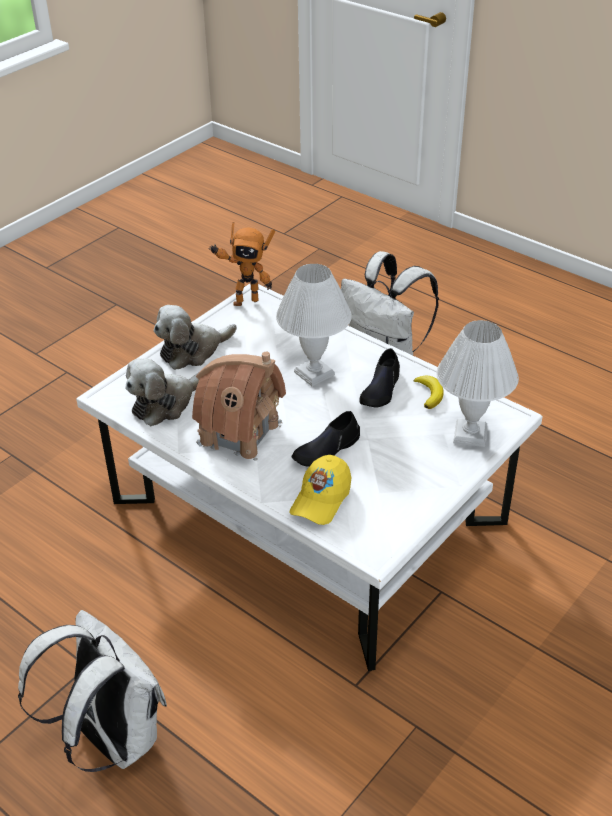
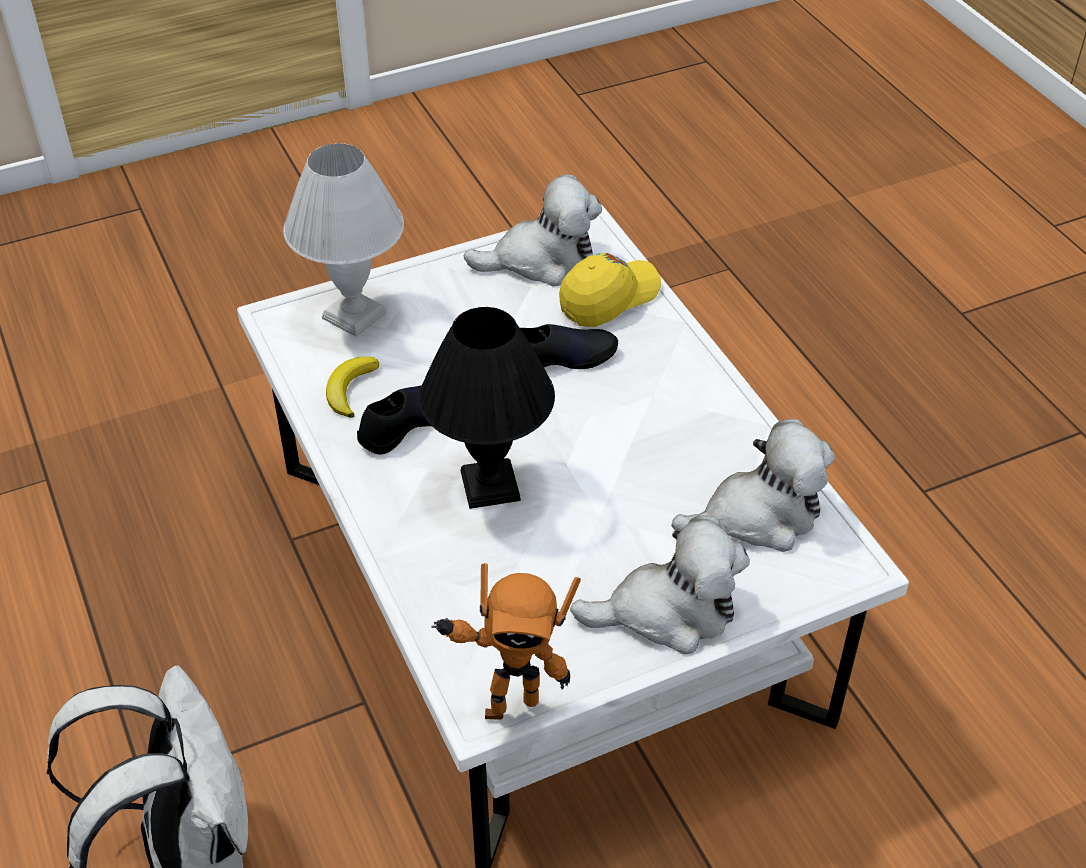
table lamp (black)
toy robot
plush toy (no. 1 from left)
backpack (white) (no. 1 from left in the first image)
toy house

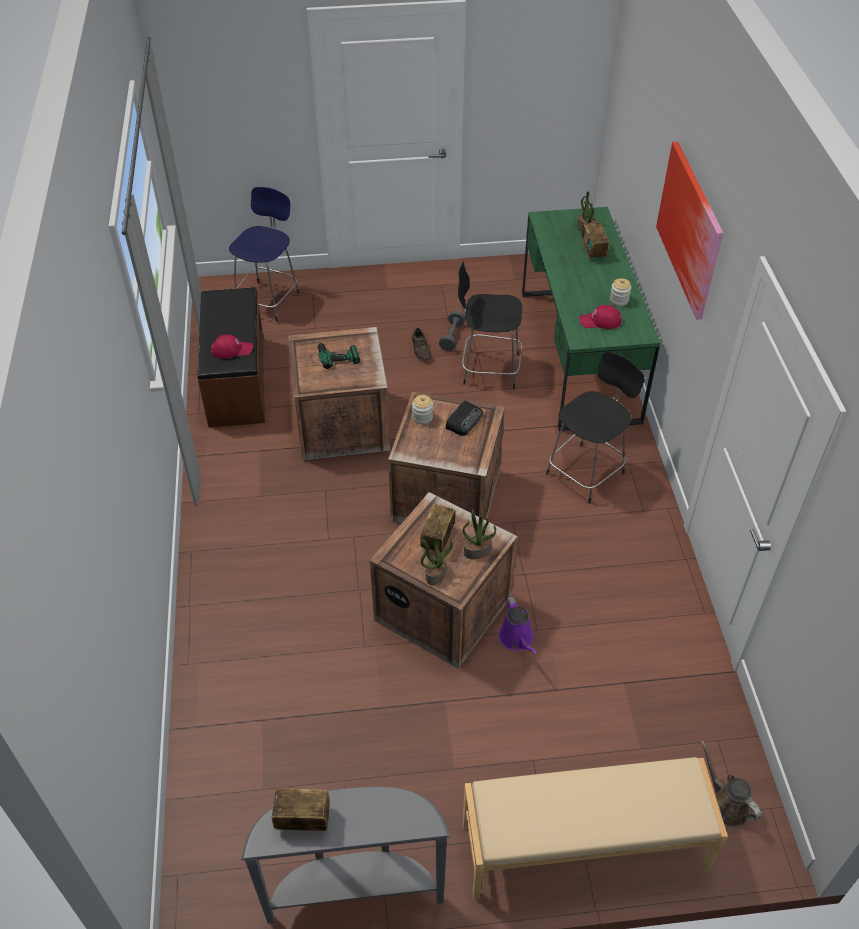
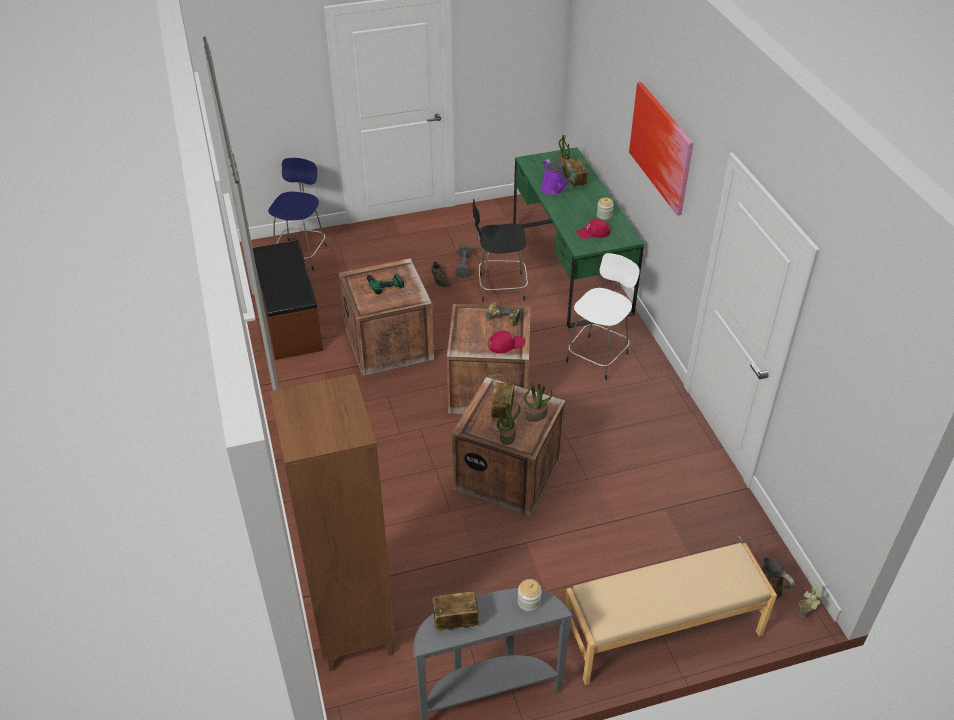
bookcase (brown)
power drill (no. 2 from left)
cap (red) (no. 1 from left)
jar (no. 1 from left)
watering can (purple)
stool (white)
potted plant (no. 4 from left)

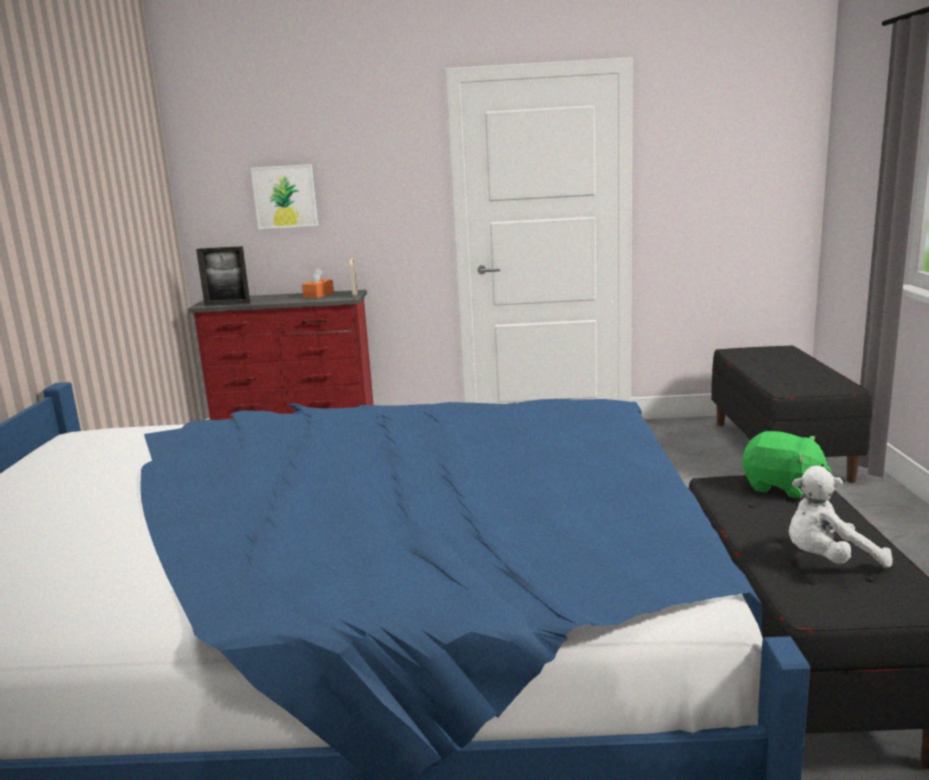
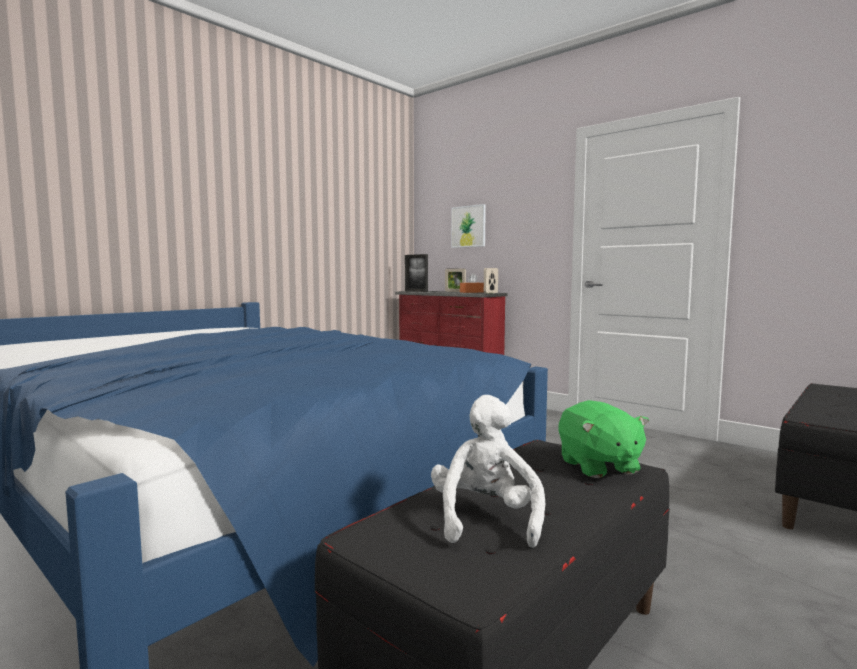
plush toy (white)
picture frame (no. 2 from left)

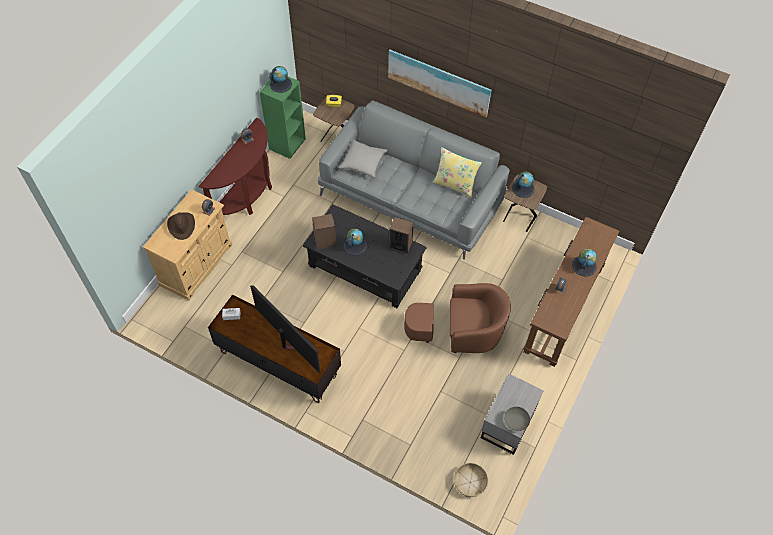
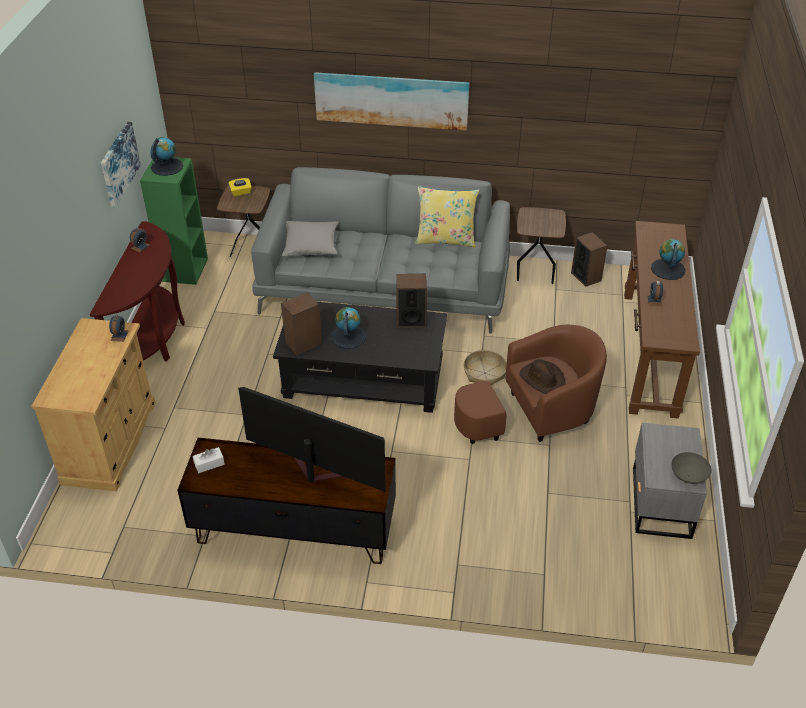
picture (no. 1 from left)
basket
hat (brown)
speaker (no. 3 from left)
globe (no. 3 from left in the first image)

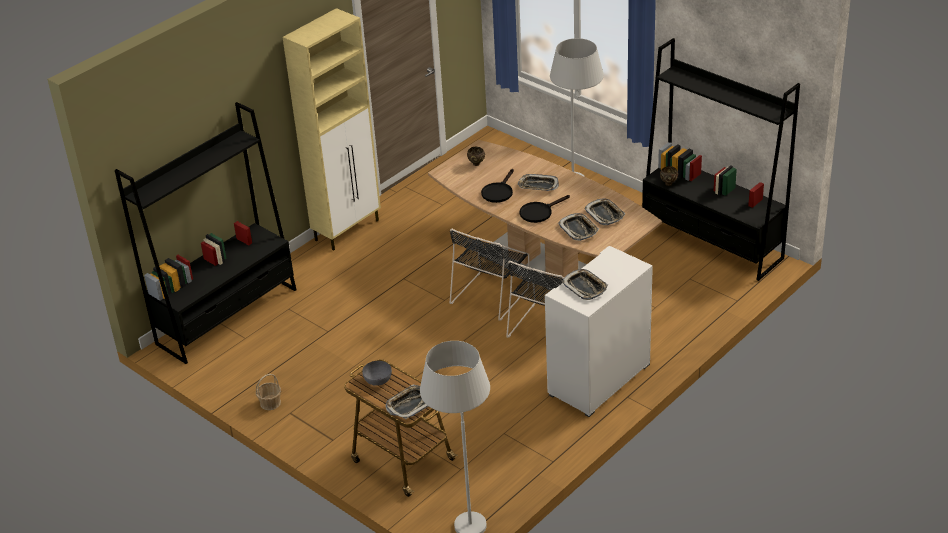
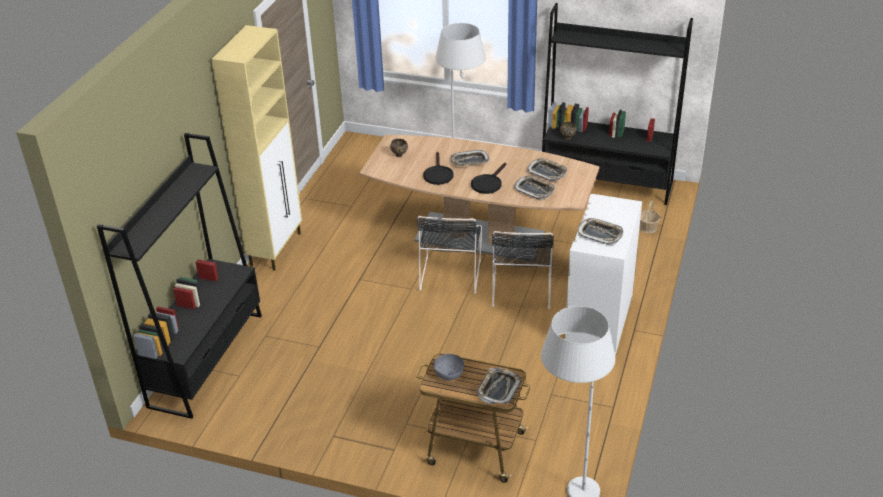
basket

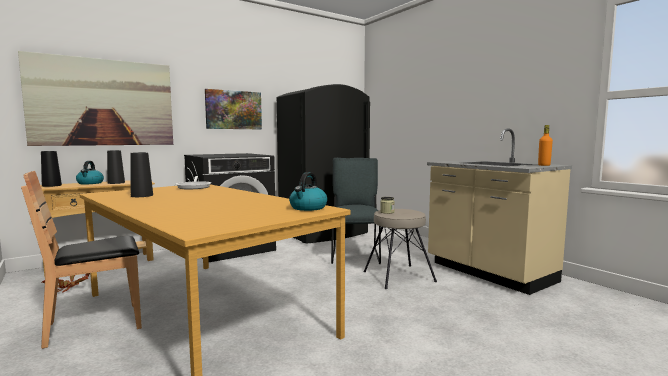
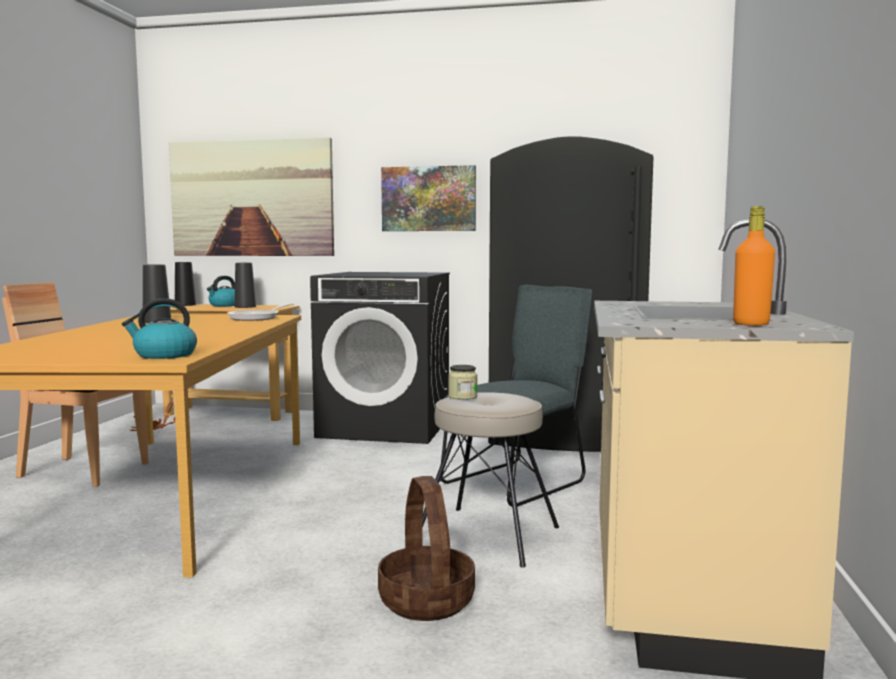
basket

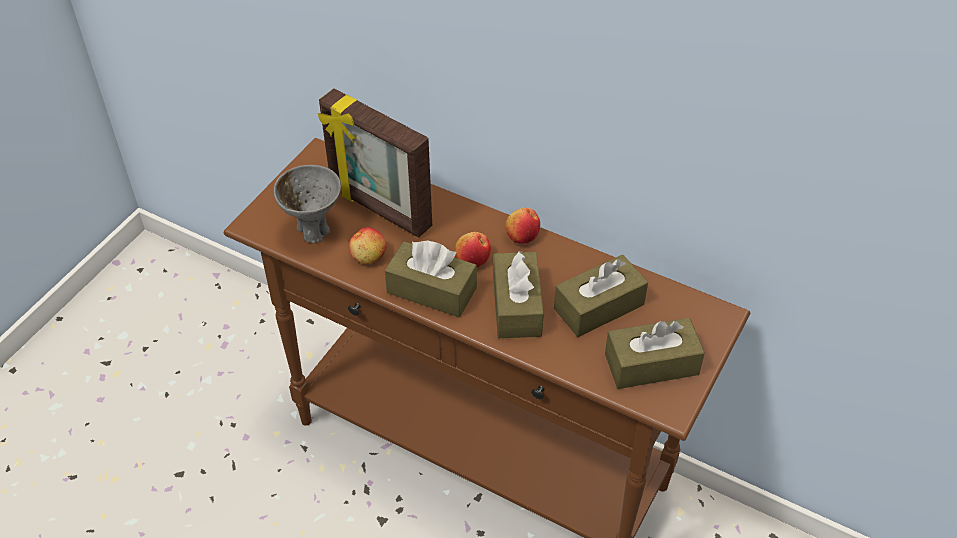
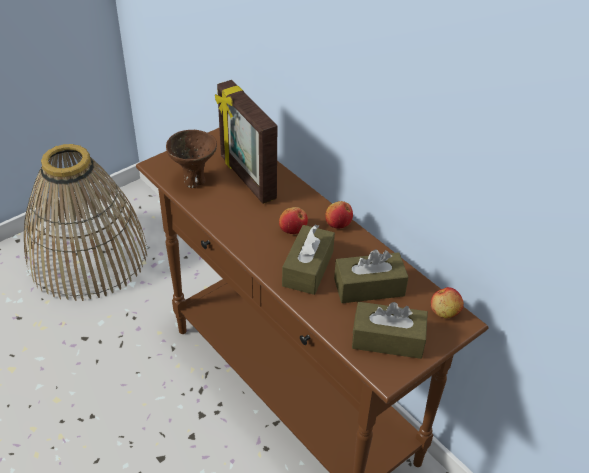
basket
bowl (brown)
apple (no. 3 from left)
tissue box (brown) (no. 1 from left in the first image)

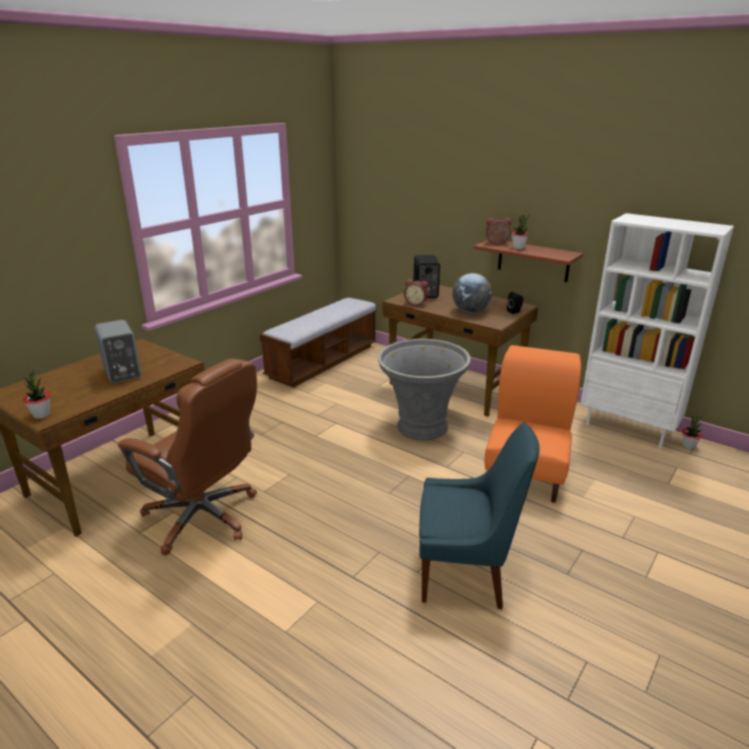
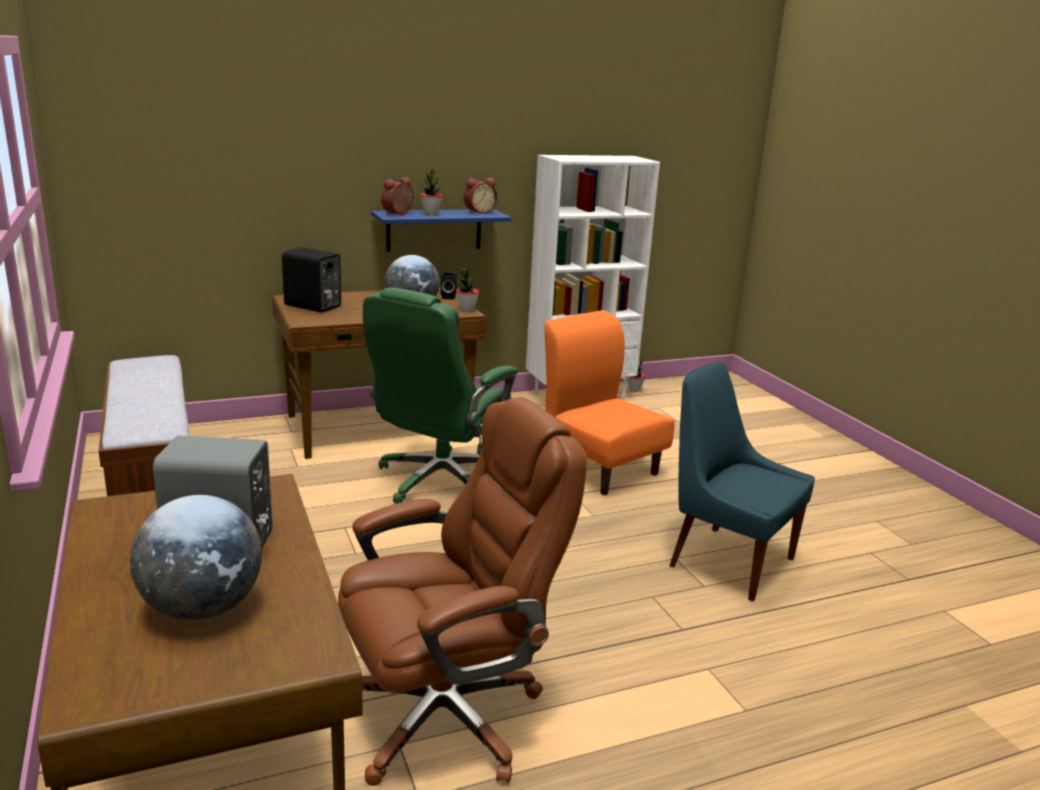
globe (no. 1 from left)
office chair (green)
shelf (blue)
potted plant (no. 2 from left)
alarm clock (no. 2 from left)
chair (blue)

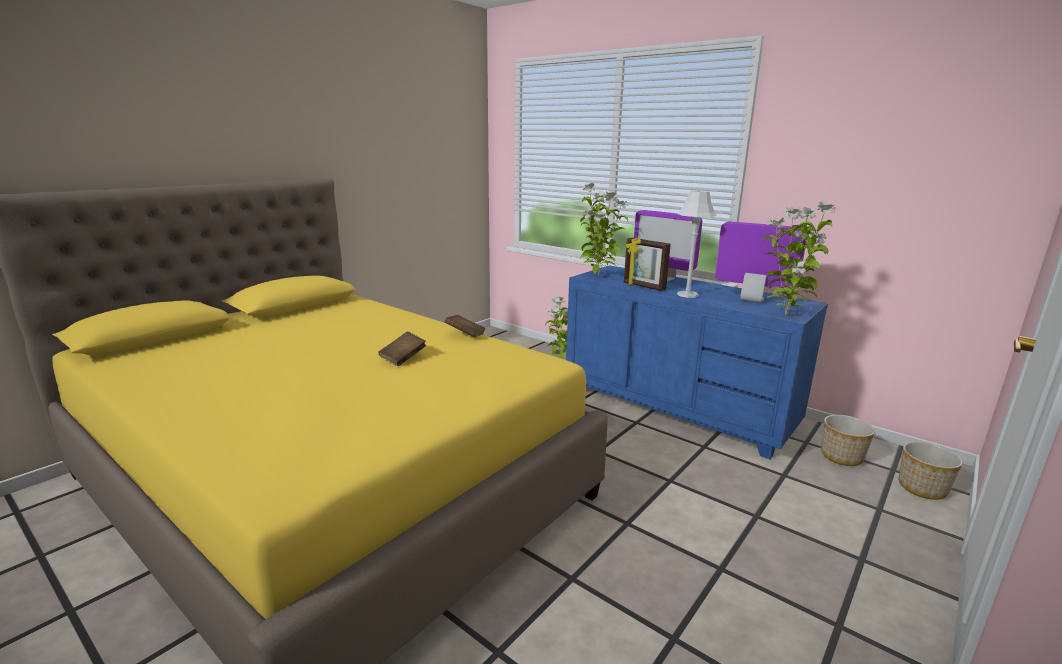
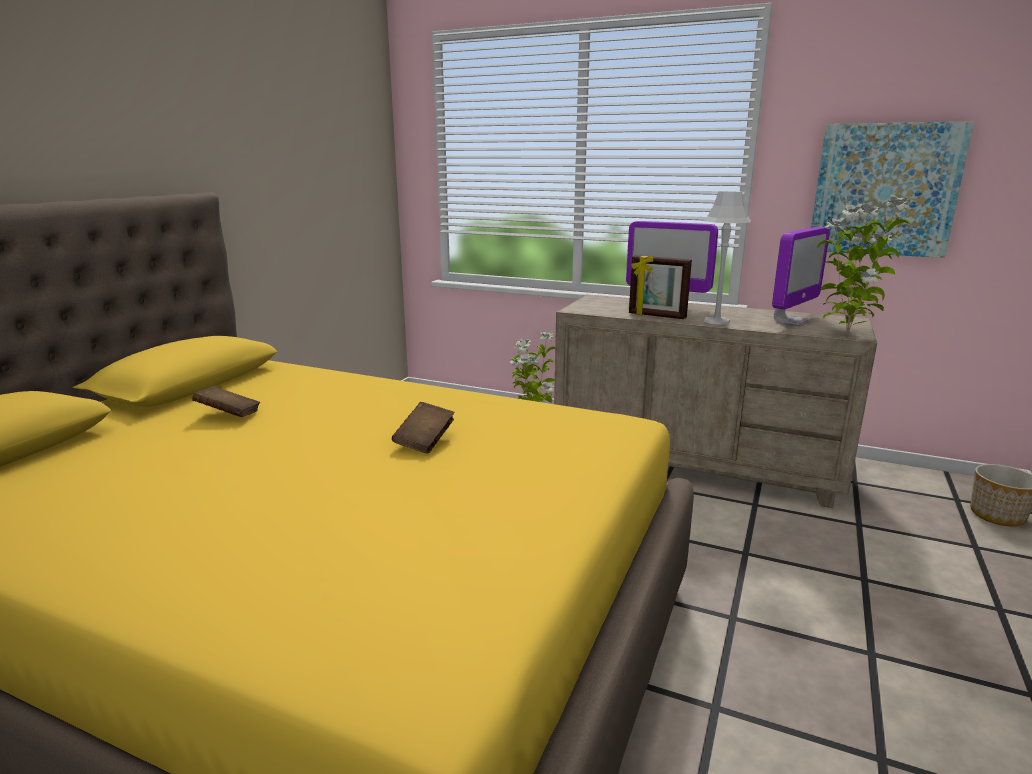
book (brown) (no. 1 from left)
dresser (beige)
monitor (no. 2 from left)
picture
potted plant (no. 2 from left in the first image)
planter (no. 1 from left in the first image)

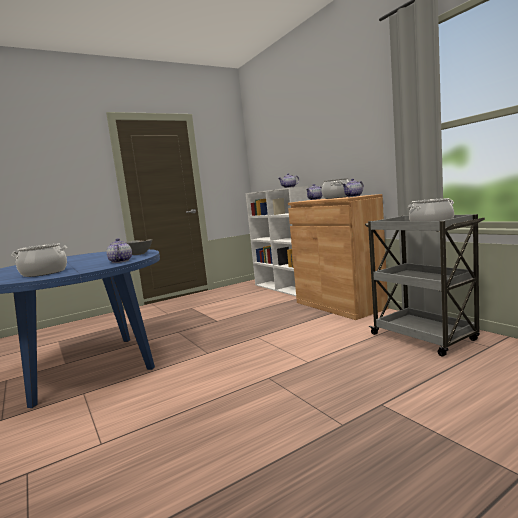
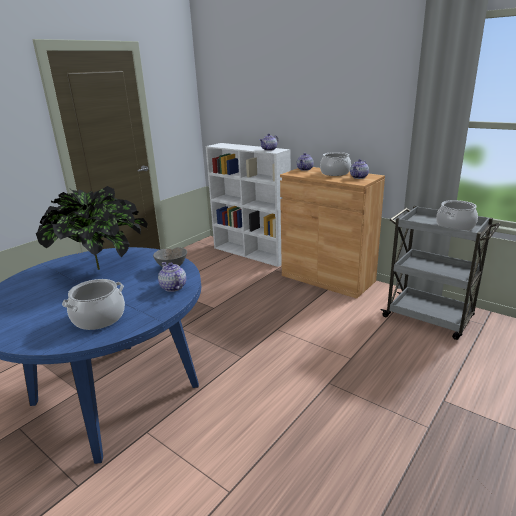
potted plant

